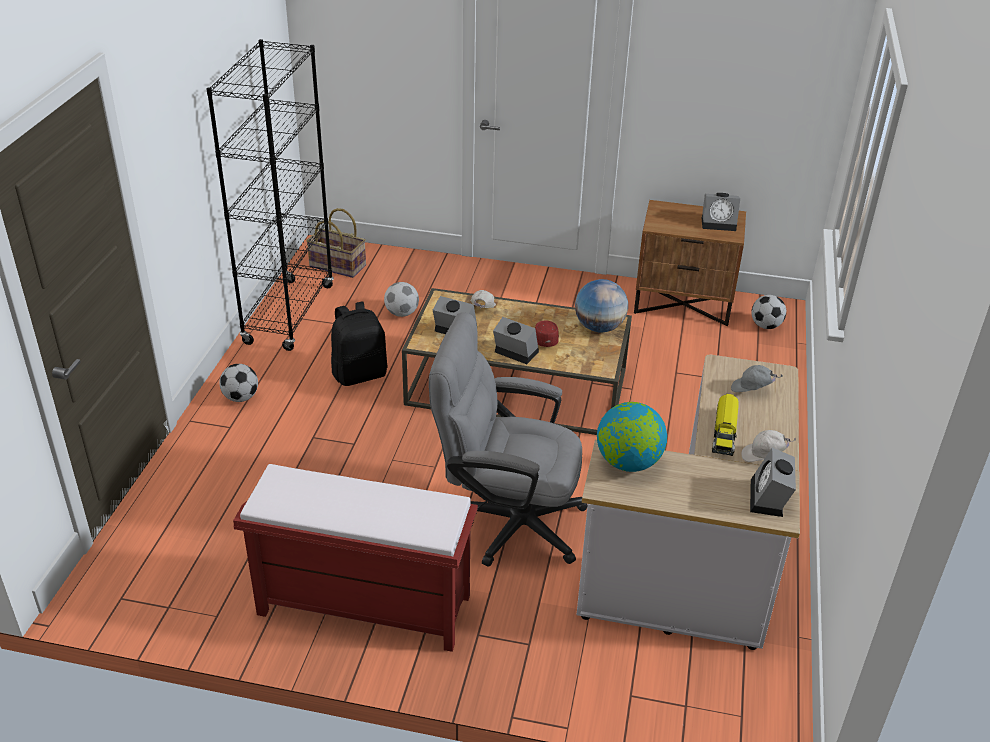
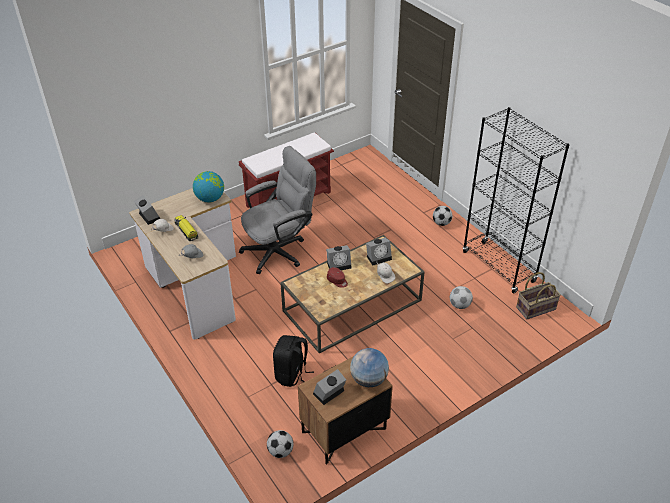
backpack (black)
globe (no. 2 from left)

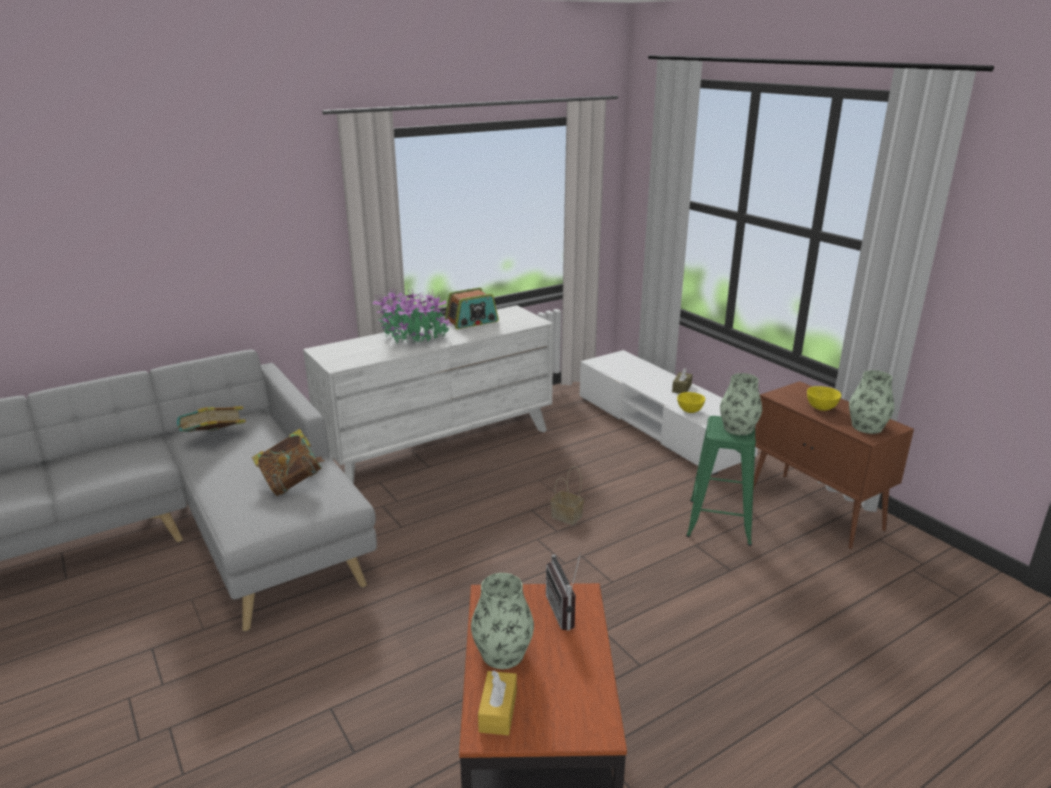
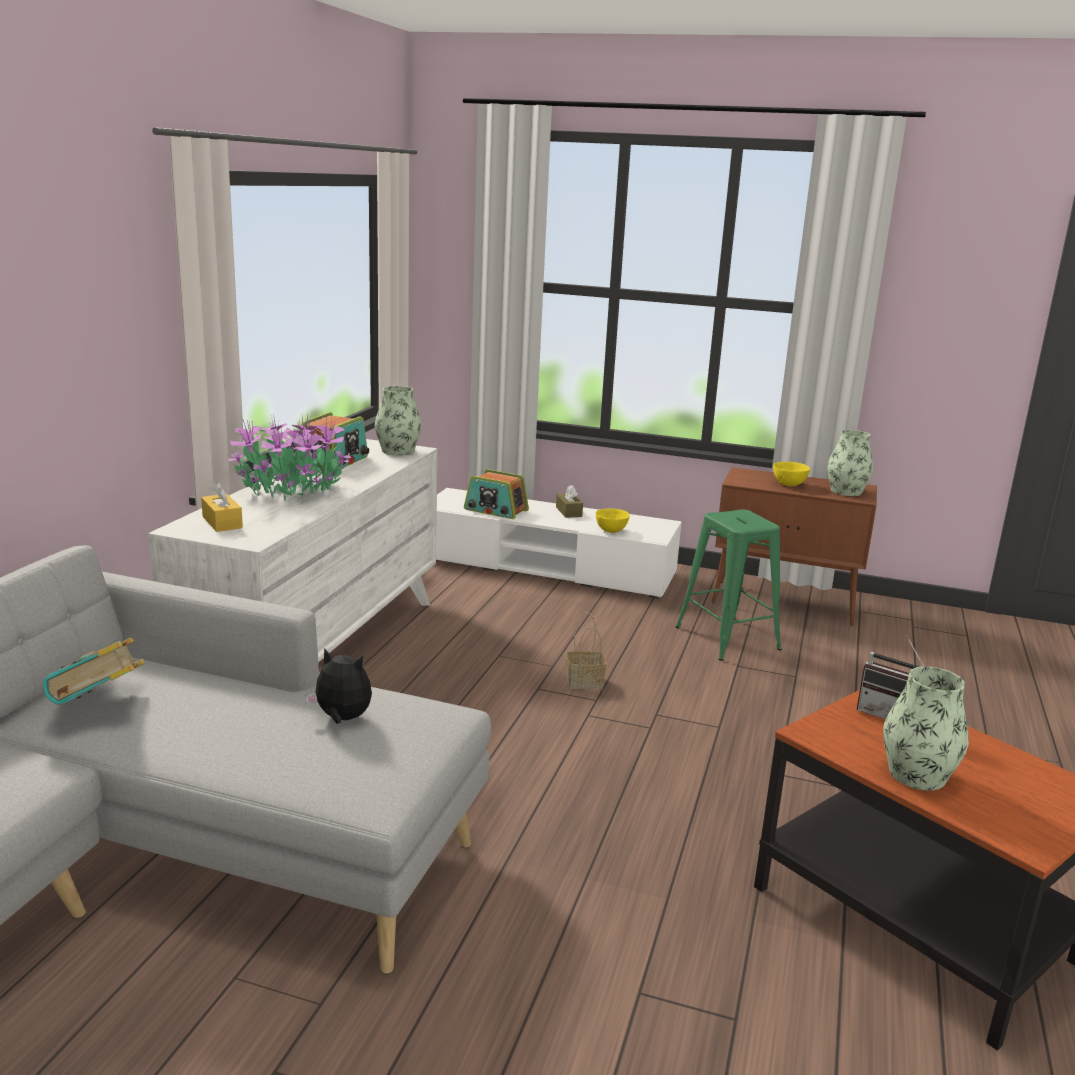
tissue box (yellow)
plush toy
vase (no. 1 from left)
radio (no. 2 from left)

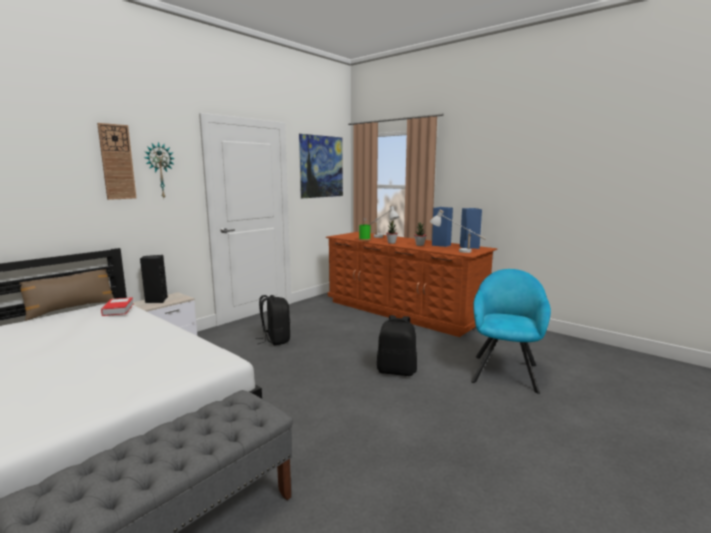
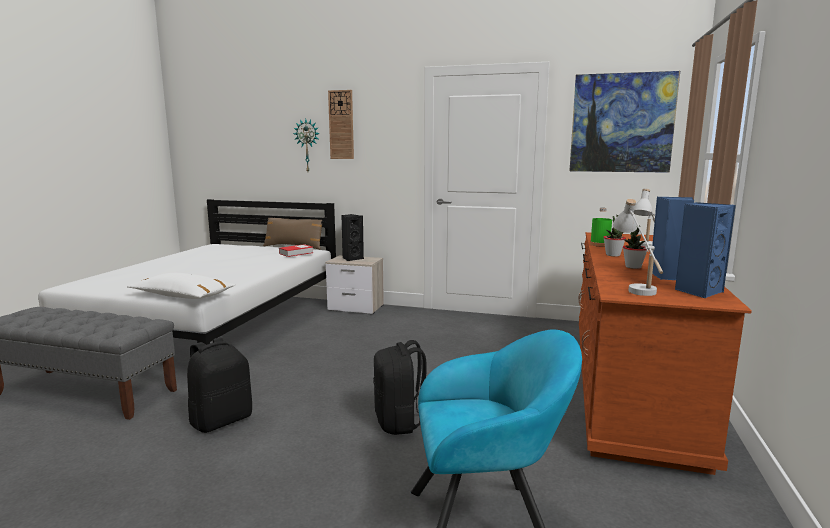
pillow (white)
backpack (black) (no. 1 from left)
wall clock (no. 1 from left)

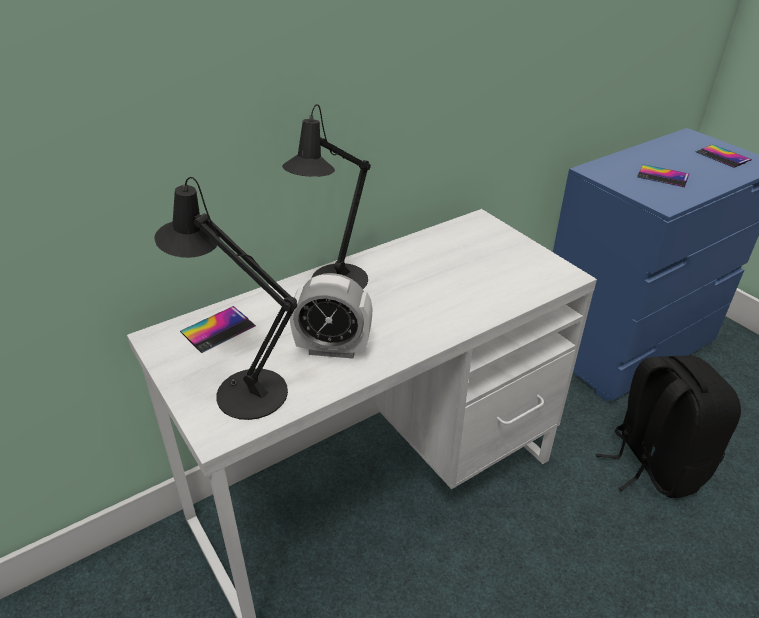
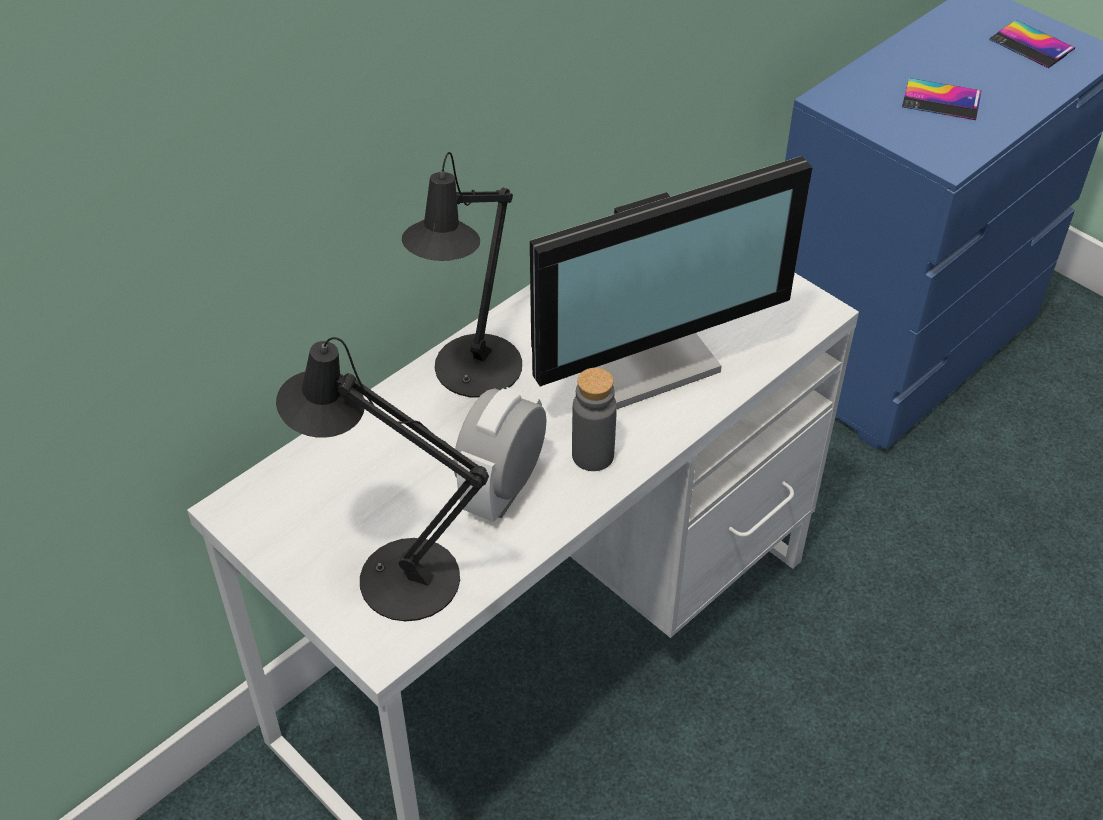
alarm clock
monitor
bottle (grey)
phone (no. 1 from left in the first image)
backpack (black)

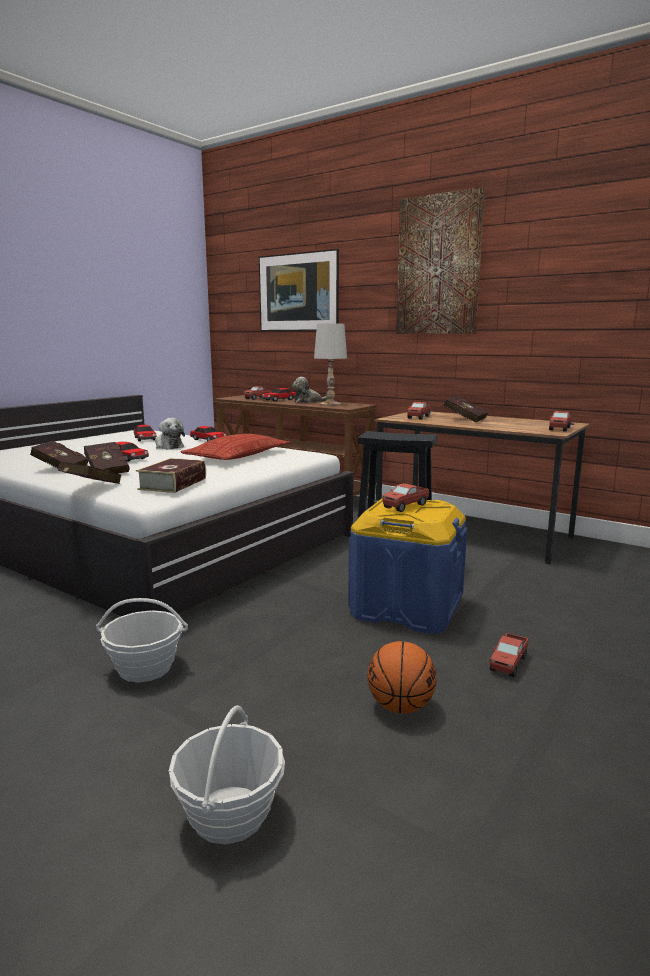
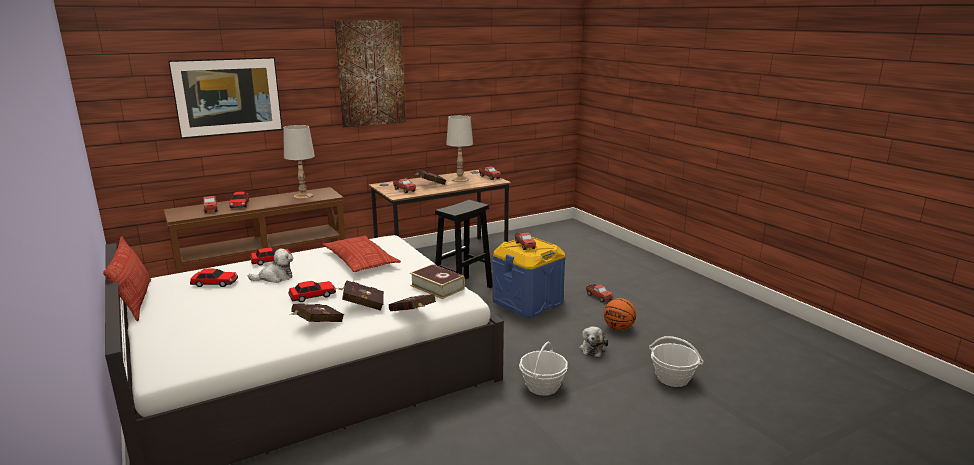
pillow (no. 1 from left)
table lamp (white) (no. 2 from left)
plush toy (no. 2 from left)

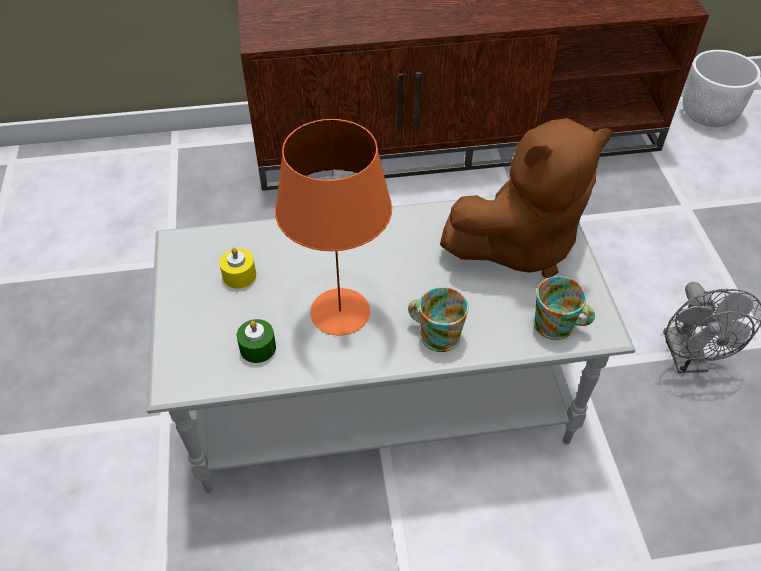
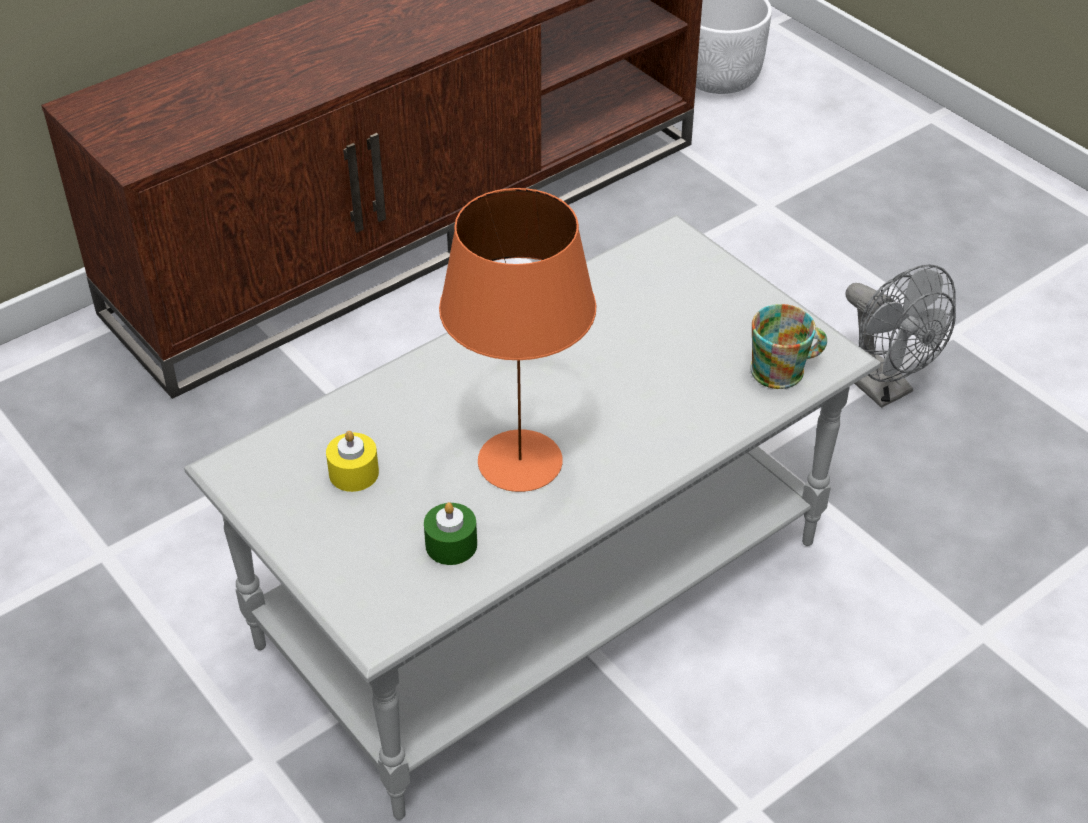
mug (no. 1 from left in the first image)
plush toy (brown)

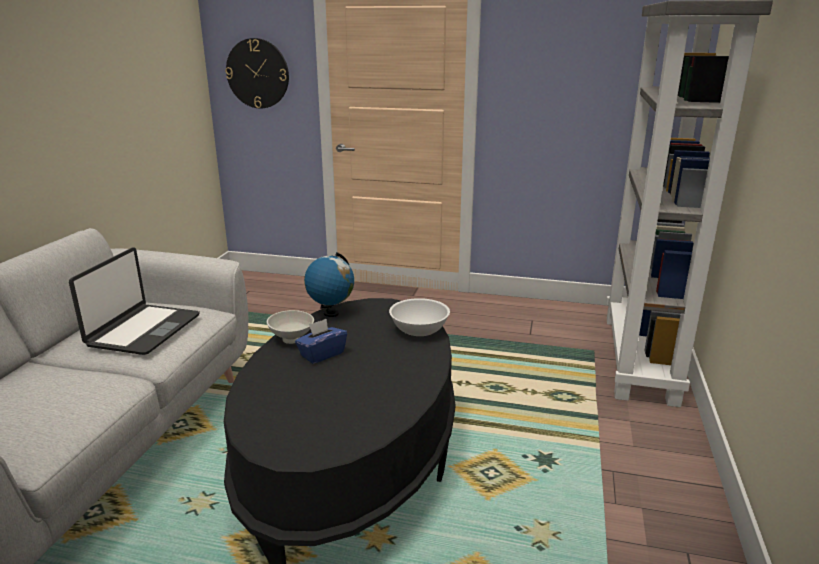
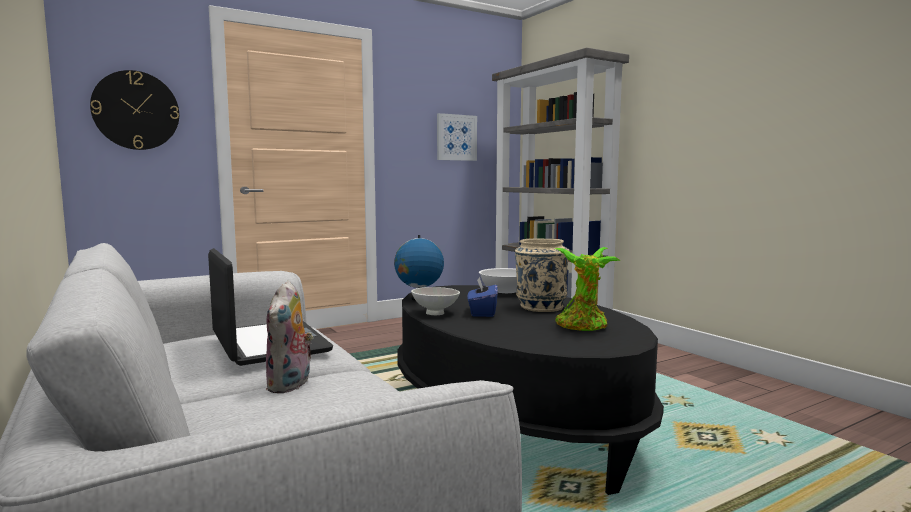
plush toy
picture
vase (beige)
potted plant

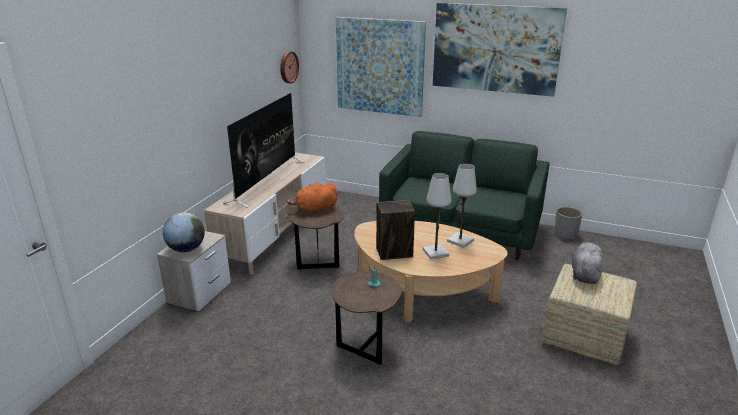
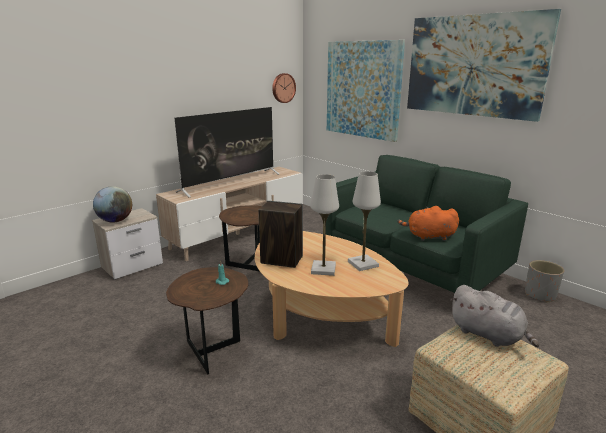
plush toy (orange)
plush toy (grey)

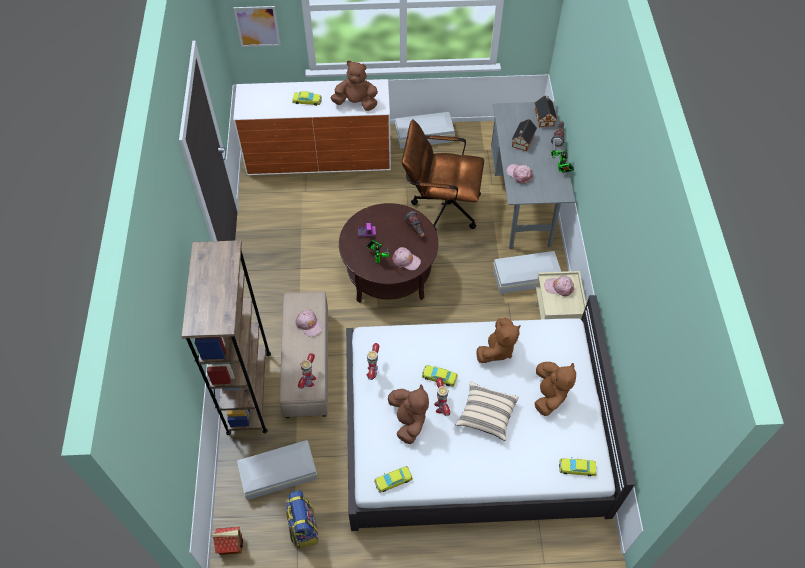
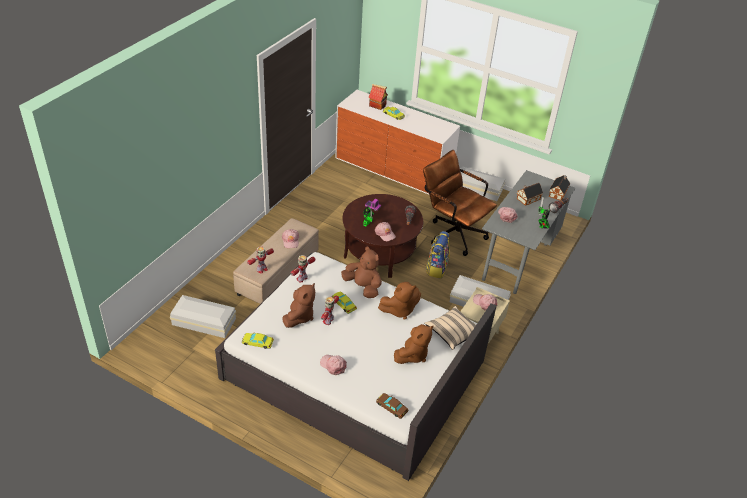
cap (pink) (no. 2 from left)
plush toy (brown) (no. 2 from left)
toy house (no. 1 from left)
toy car (brown)
pillow (beige)
backpack
bookcase (brown)
picture

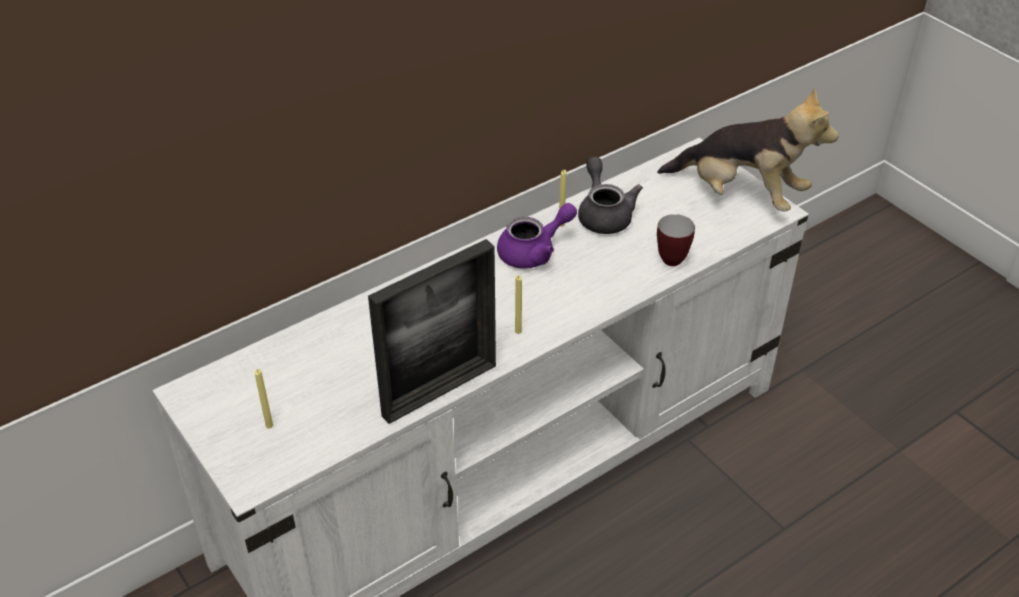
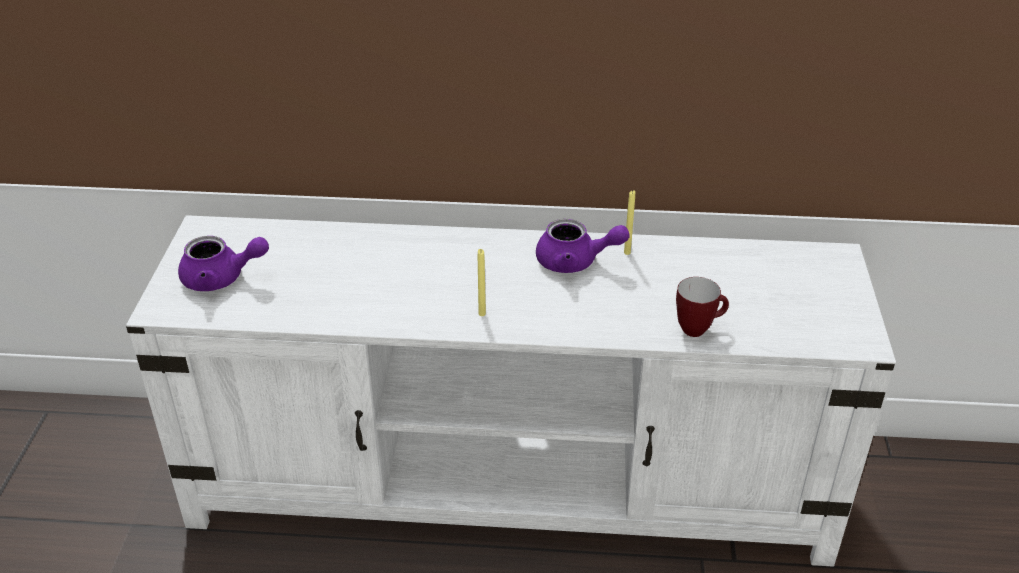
teapot (purple) (no. 1 from left)
picture frame
teapot (grey)
plush toy

